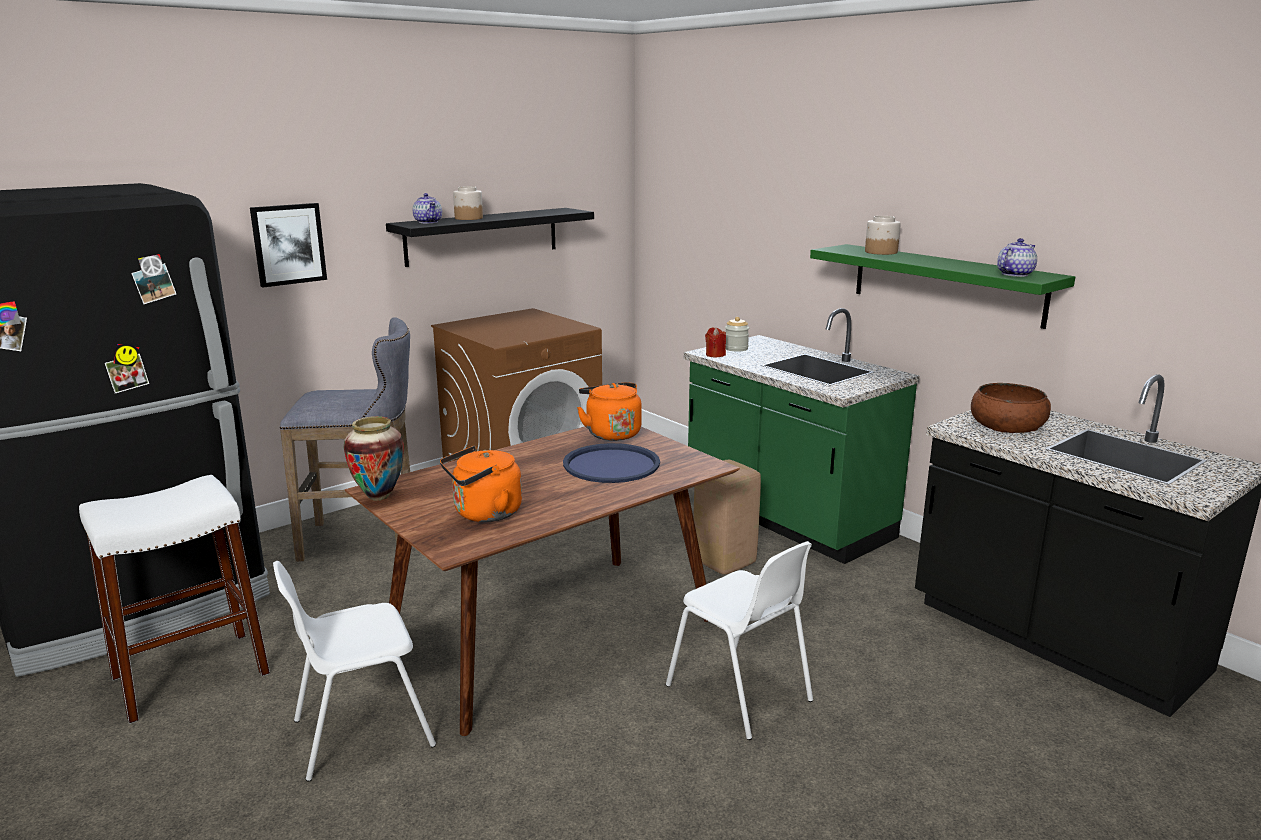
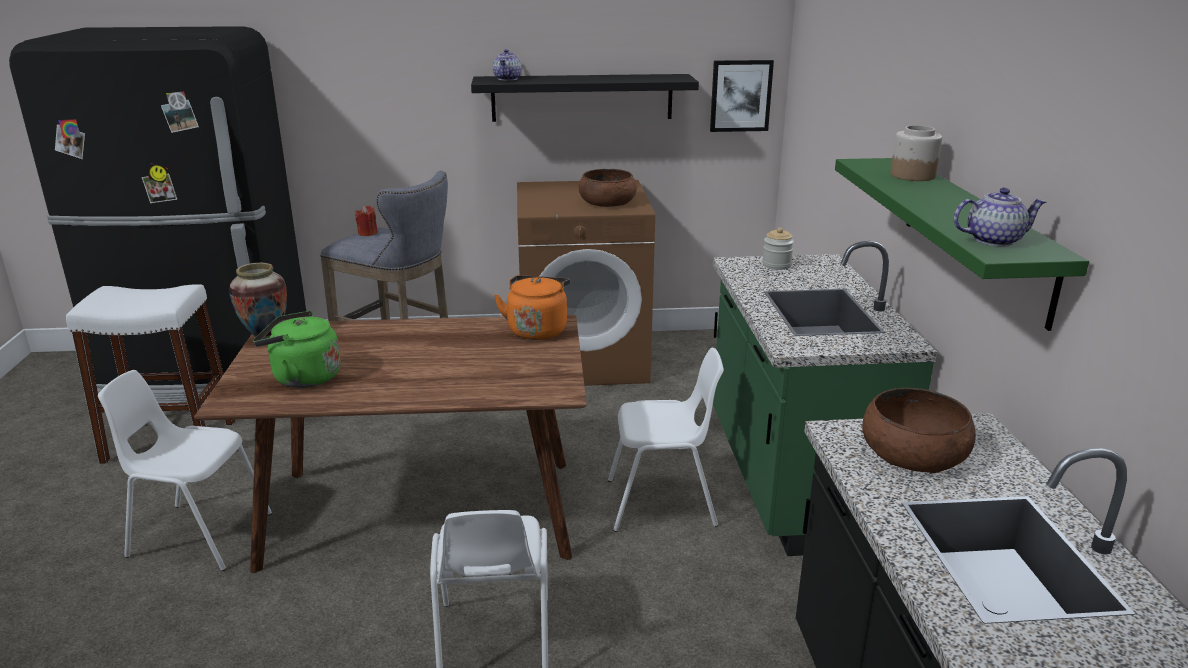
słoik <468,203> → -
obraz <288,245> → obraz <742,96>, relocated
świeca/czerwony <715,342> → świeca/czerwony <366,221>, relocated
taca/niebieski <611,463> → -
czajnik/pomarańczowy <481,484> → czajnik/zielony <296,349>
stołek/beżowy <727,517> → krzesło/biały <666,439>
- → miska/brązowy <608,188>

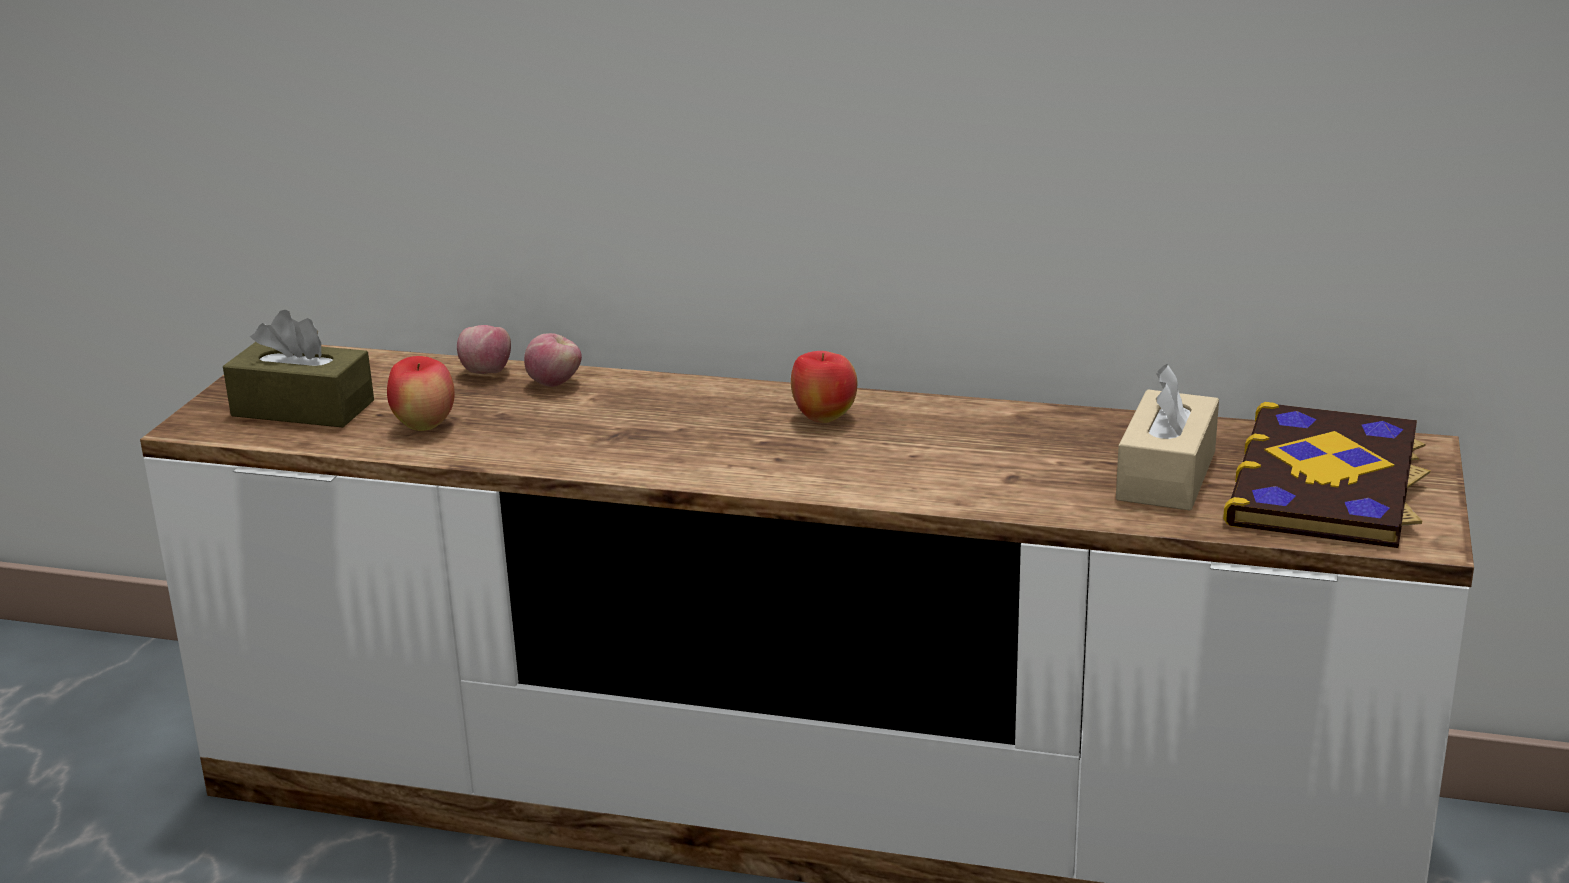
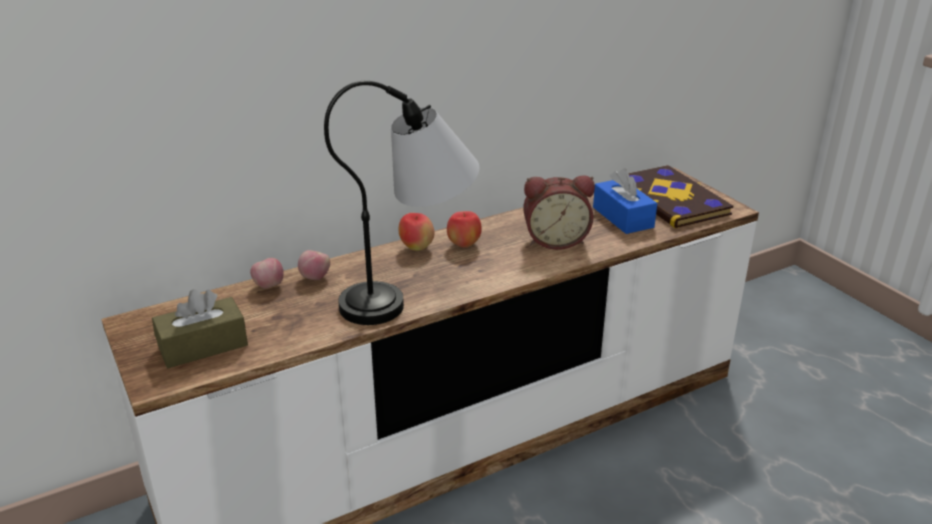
jabłko <420,393> → jabłko <417,232>, relocated
pudełko chusteczek/beżowy <1167,437> → pudełko chusteczek/niebieski <625,201>
- → lampa stołowa <401,203>
- → budzik <559,212>

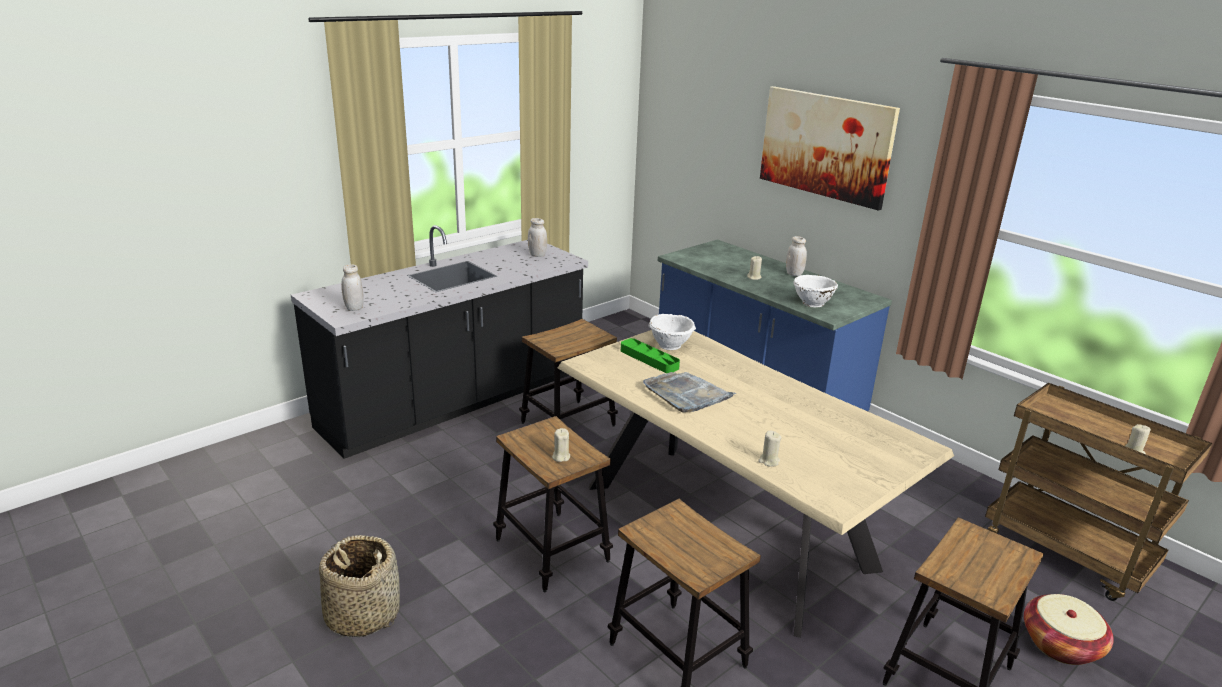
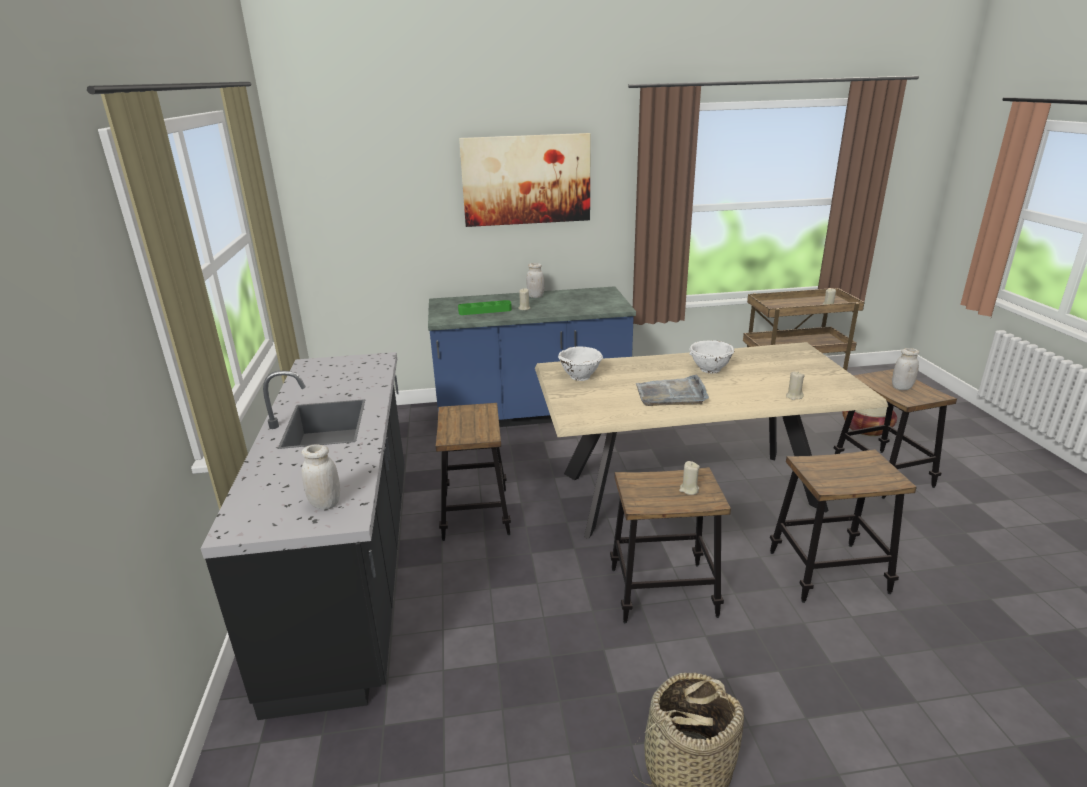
słoik/biały <537,237> → słoik/biały <905,369>, relocated
miska/biały <816,291> → miska/biały <711,356>, relocated
taca/zielony <650,355> → taca/zielony <485,307>, relocated

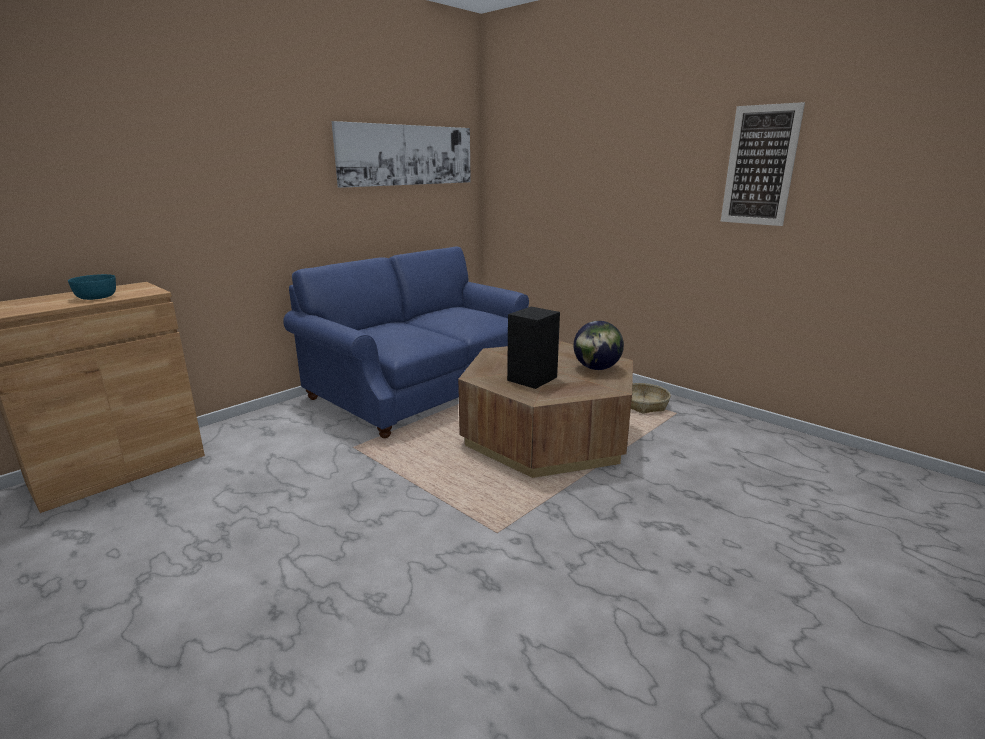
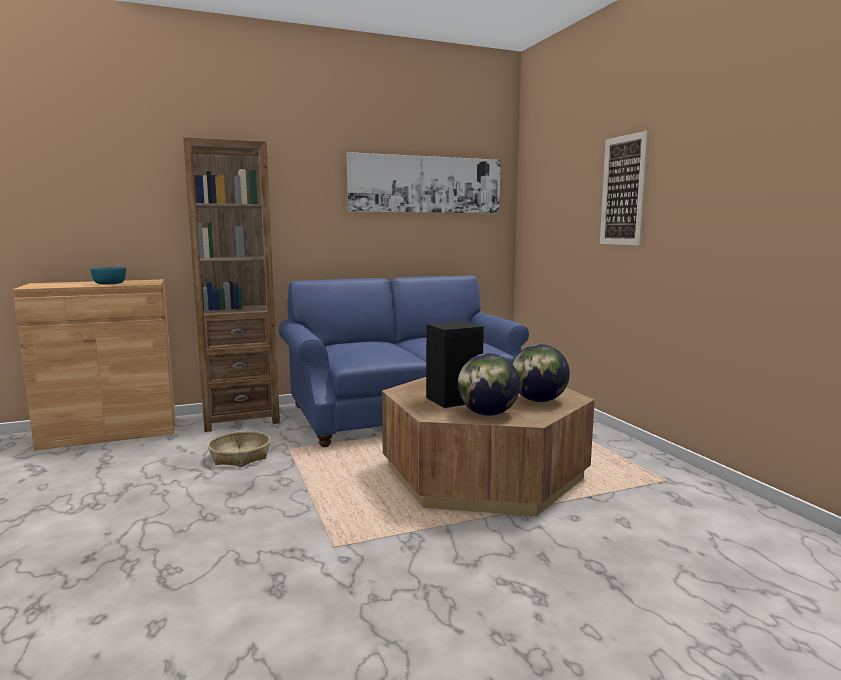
obraz <763,164> → obraz <624,188>, relocated
koszyk <651,398> → koszyk <239,449>, relocated
- → regał/brązowy <231,284>
- → globus <488,384>

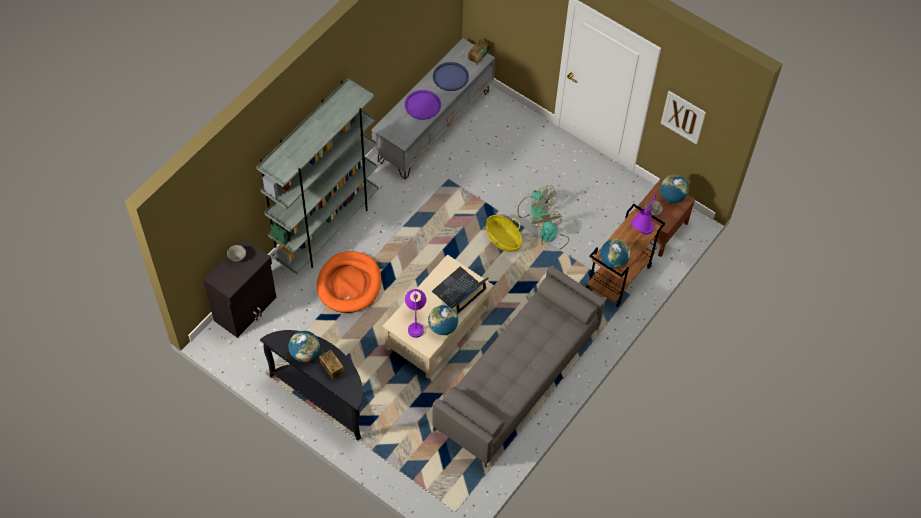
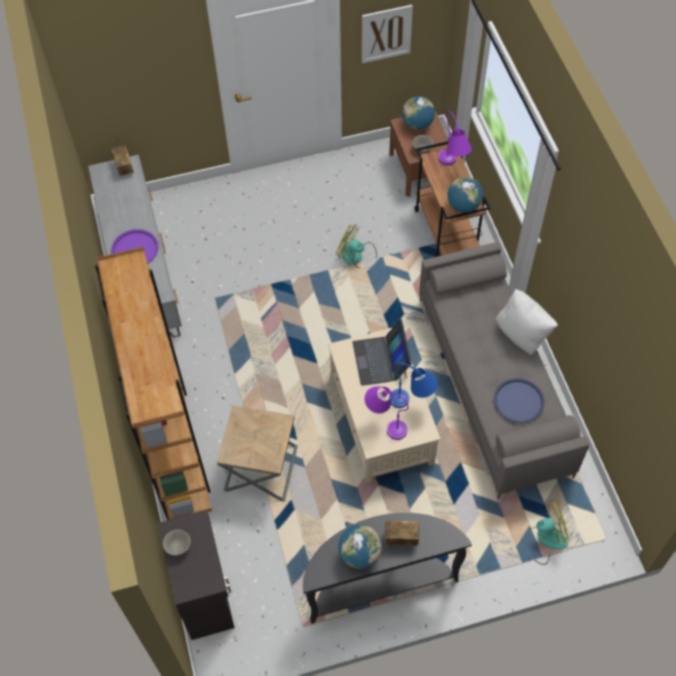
taca/niebieski <451,76> → taca/niebieski <519,400>, relocated
regał/szary <317,176> → regał/brązowy <153,384>
wentylator <537,202> → wentylator <545,533>, relocated
koszyk <504,233> → -
legowisko/pomarańczowy <349,282> → stolik/brązowy <257,453>
globus <443,320> → lampa stołowa/niebieski <413,385>
- → poduszka/biały <527,322>

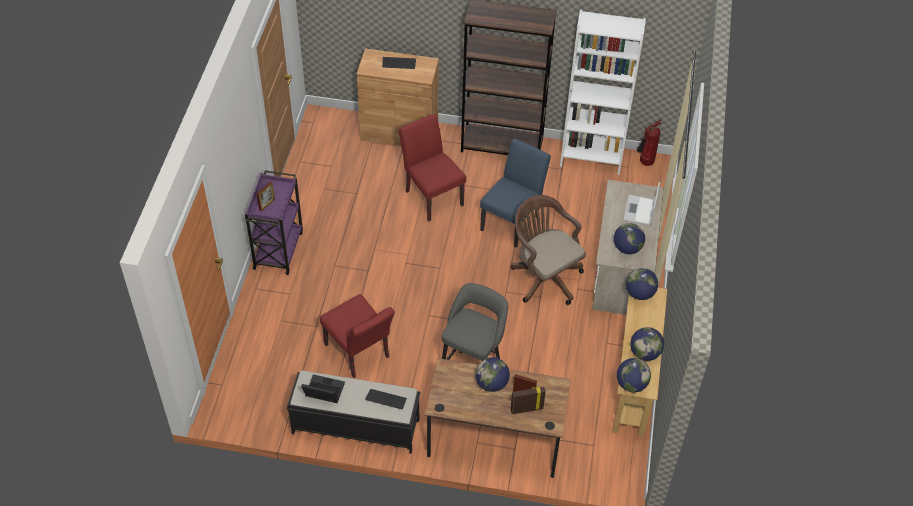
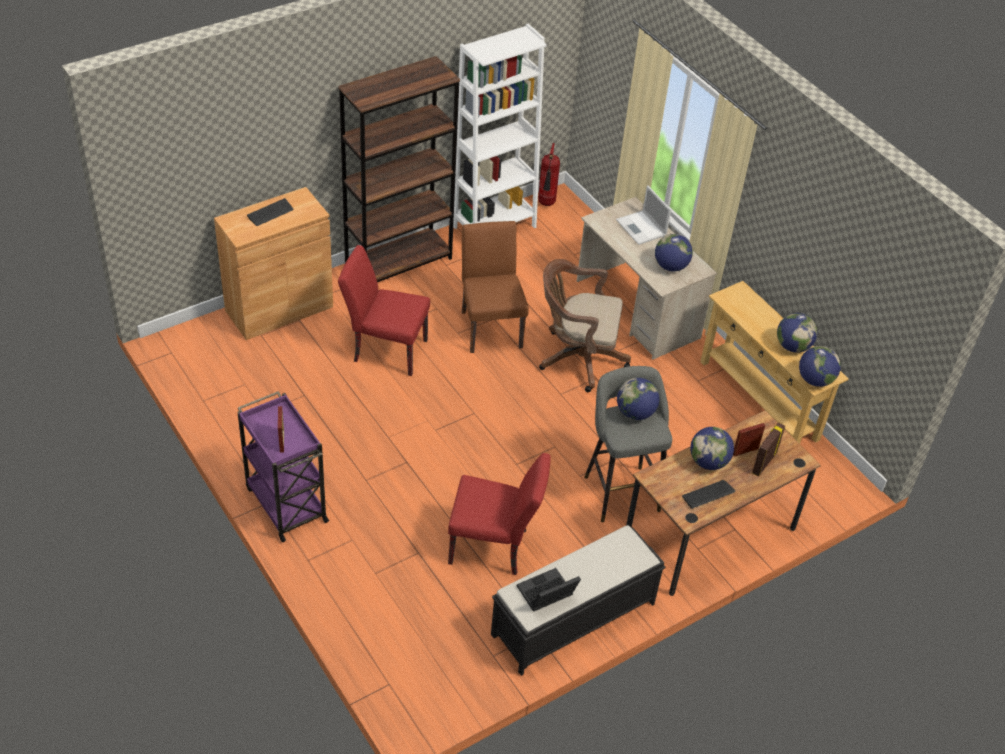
krzesło/niebieski <515,193> → krzesło/brązowy <495,287>
globus <642,284> → globus <638,399>, relocated
klawiatura <386,399> → klawiatura <708,494>, relocated

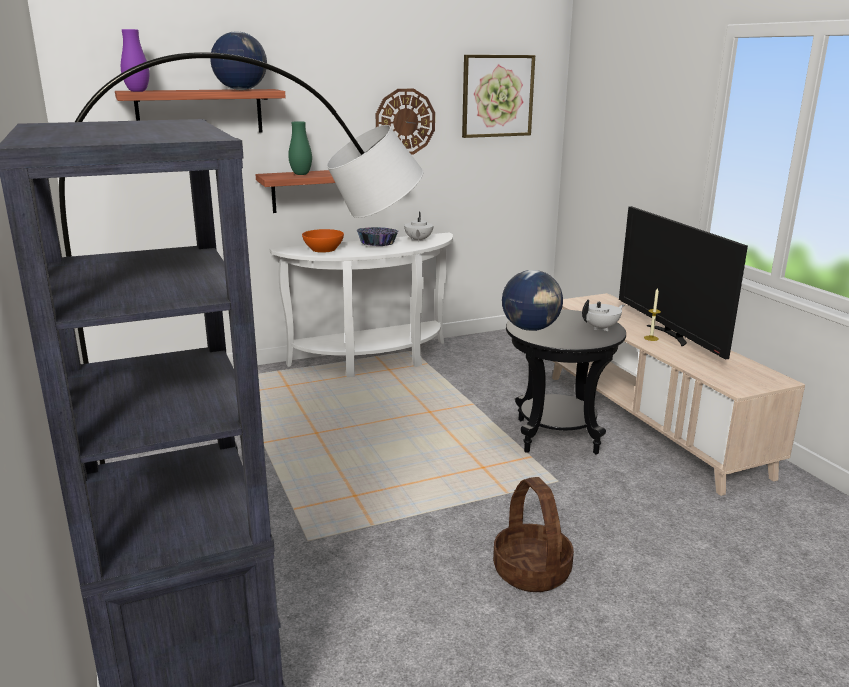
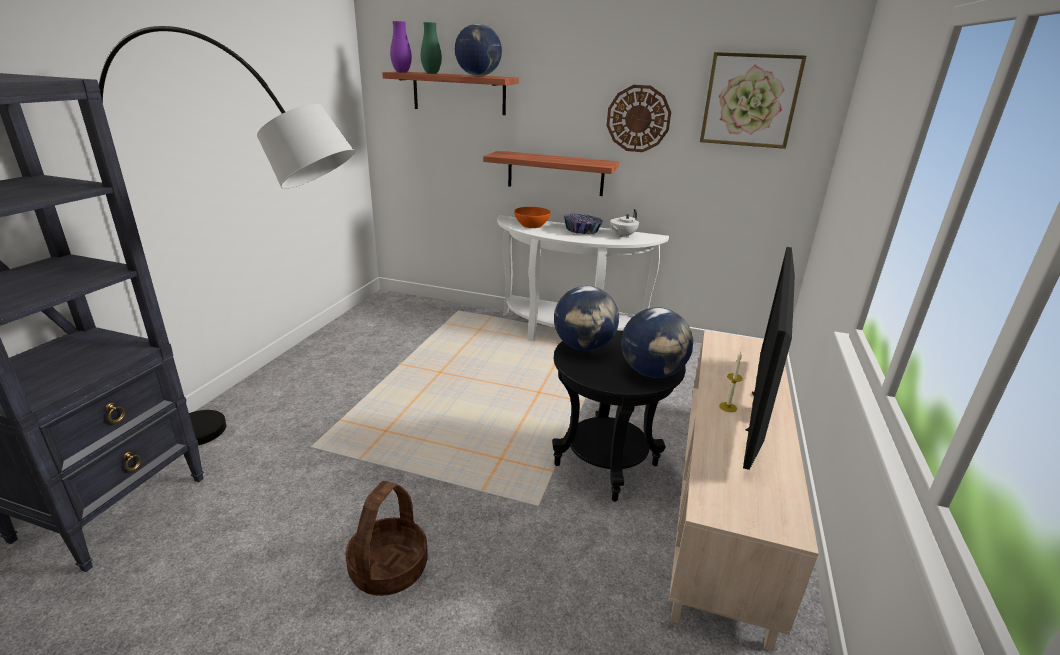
wazon/zielony <300,148> → wazon/zielony <431,48>, relocated
imbryk/biały <603,315> → globus <657,342>

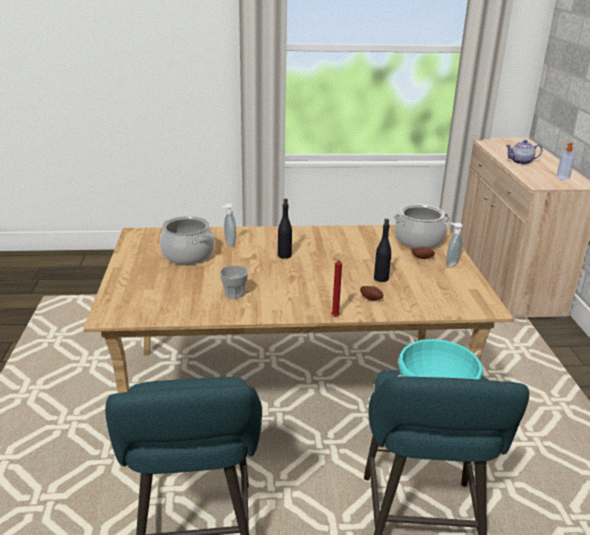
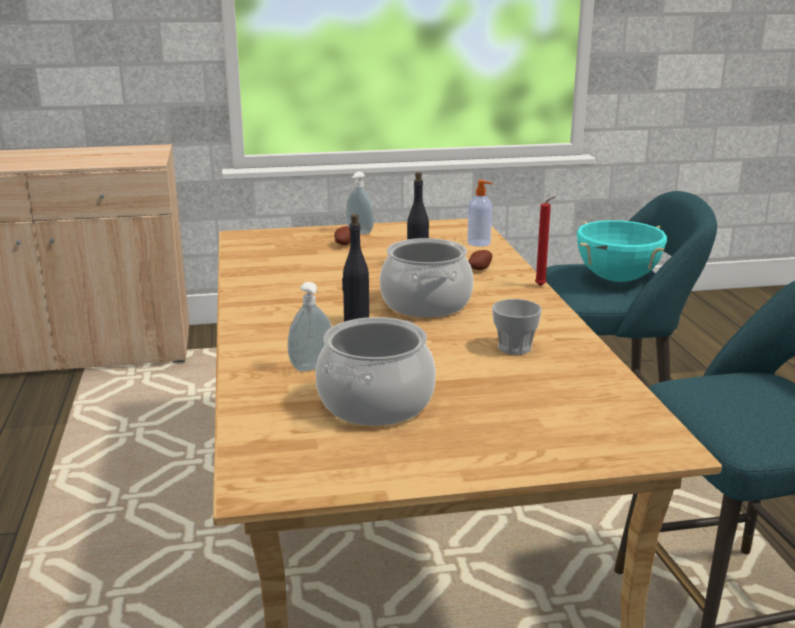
imbryk <524,152> → -
dozownik mydła <565,161> → dozownik mydła <480,213>, relocated
garnek <422,226> → garnek <426,277>, relocated

